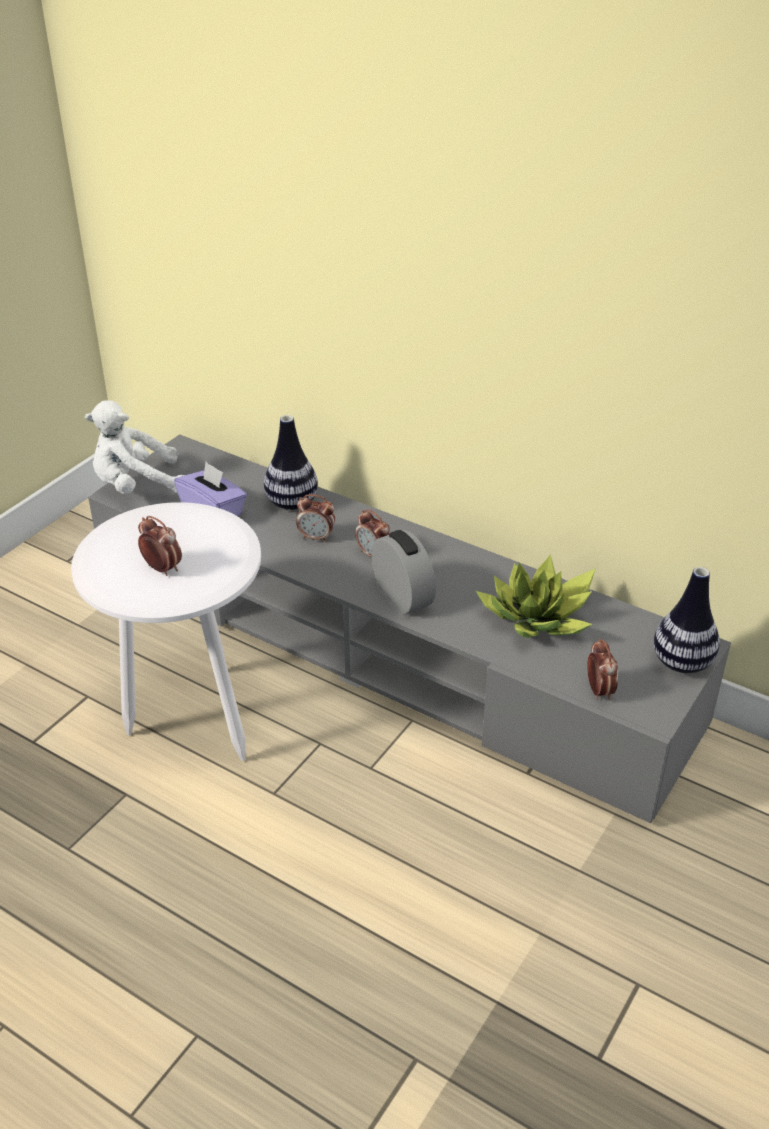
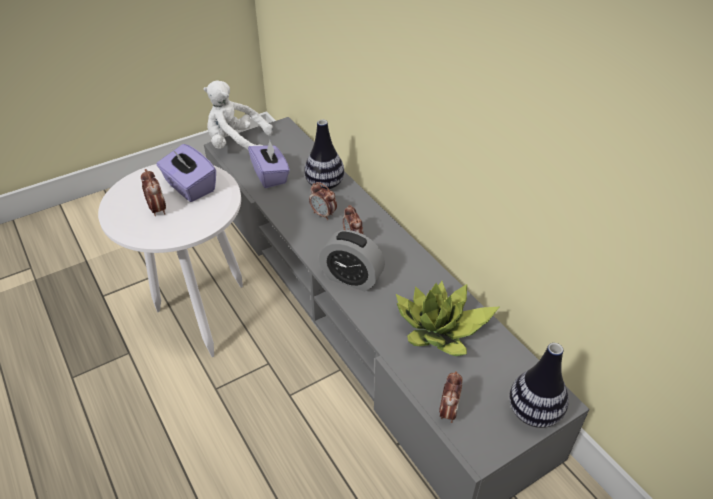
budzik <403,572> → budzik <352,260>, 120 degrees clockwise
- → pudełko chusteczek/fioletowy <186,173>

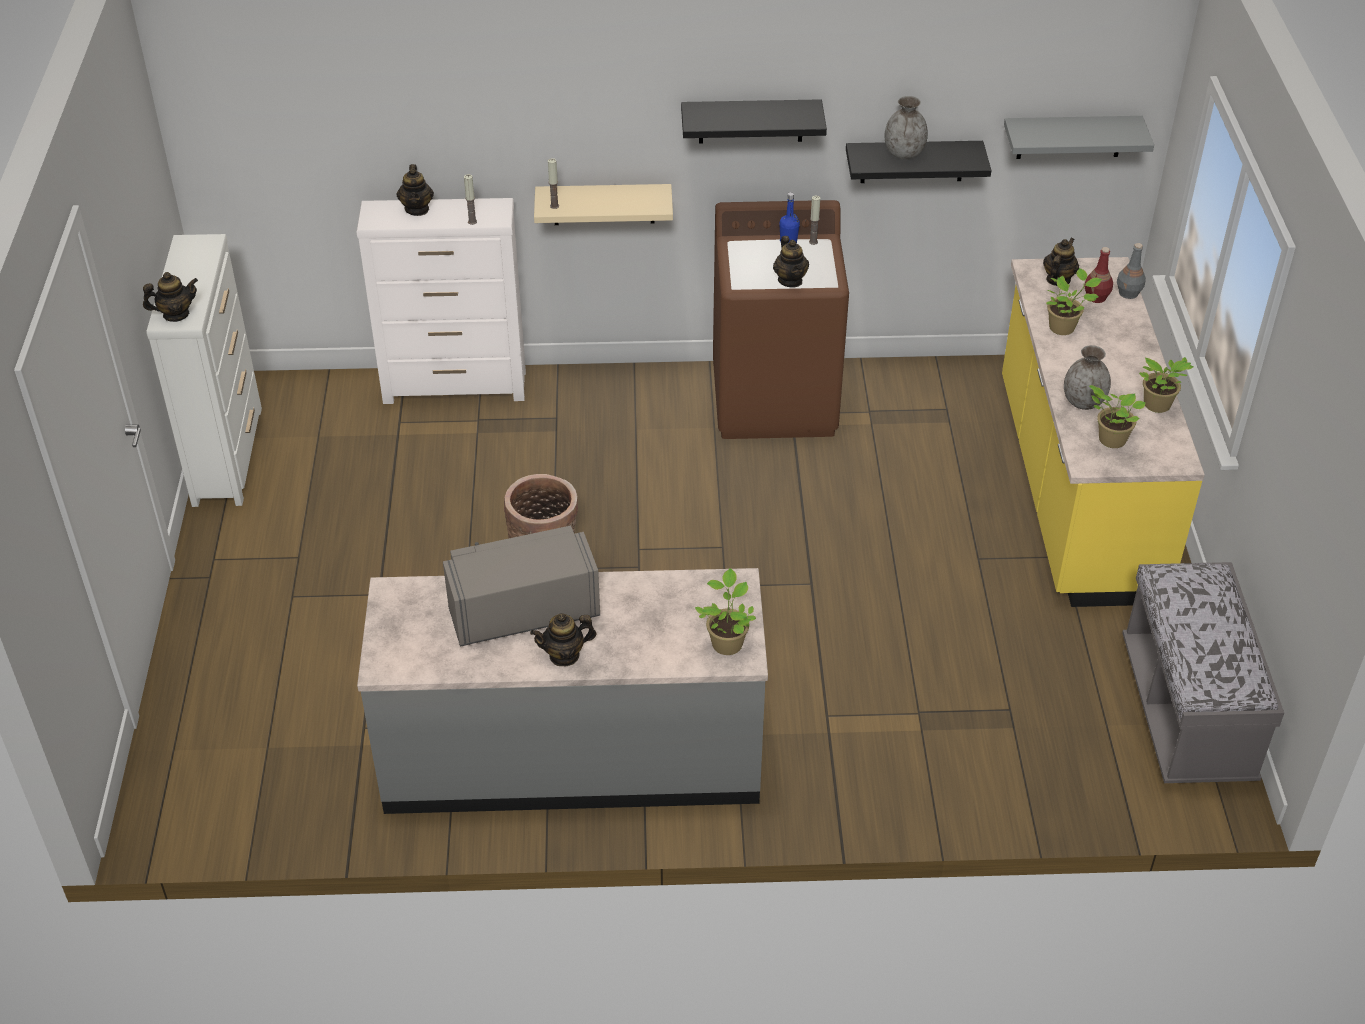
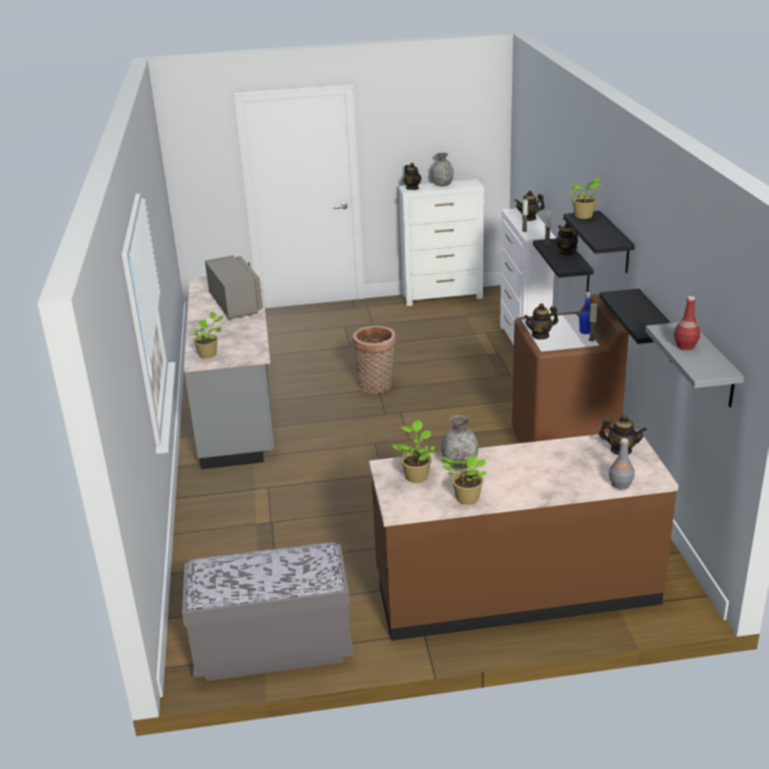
wazon/szary <906,127> → wazon/szary <442,169>, relocated
półka/beżowy <603,204> → półka/czarny <563,265>
butelka/czerwony <1098,275> → butelka/czerwony <687,323>, relocated
zabudowa kuchenna/żółty <1103,432> → zabudowa kuchenna/brązowy <524,535>
roślina doniczkowa <1074,301> → roślina doniczkowa <586,198>, relocated
imbryk <563,640> → imbryk <567,239>, relocated

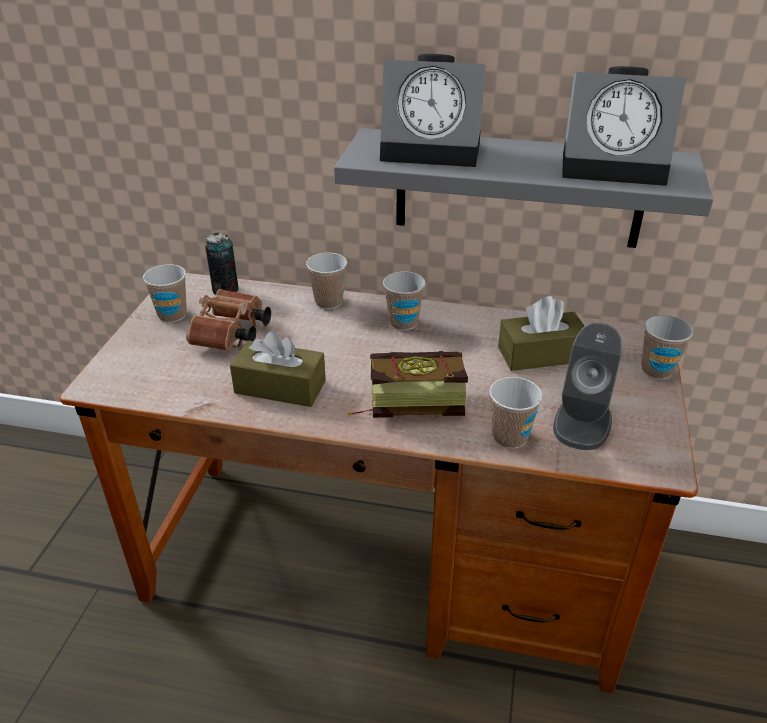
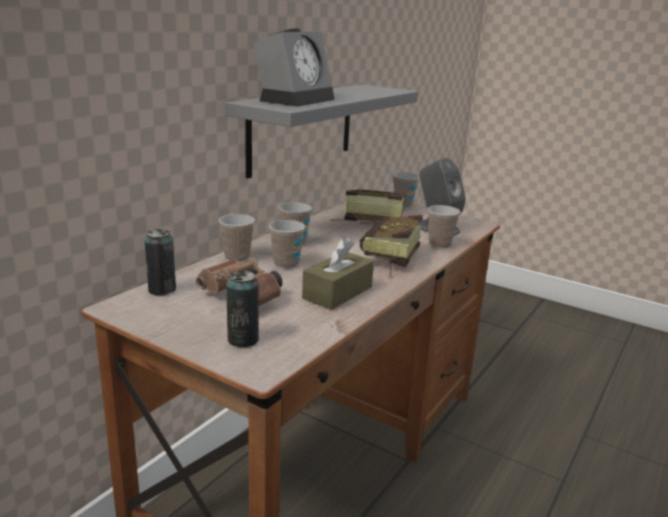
budzik <624,126> → -
filiżanka <165,293> → filiżanka <287,244>, relocated
pudełko chusteczek/brązowy <541,333> → książka <368,206>
- → puszka <242,309>

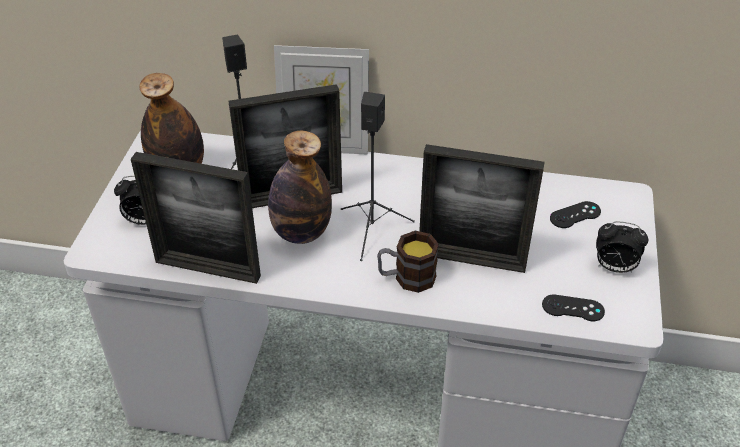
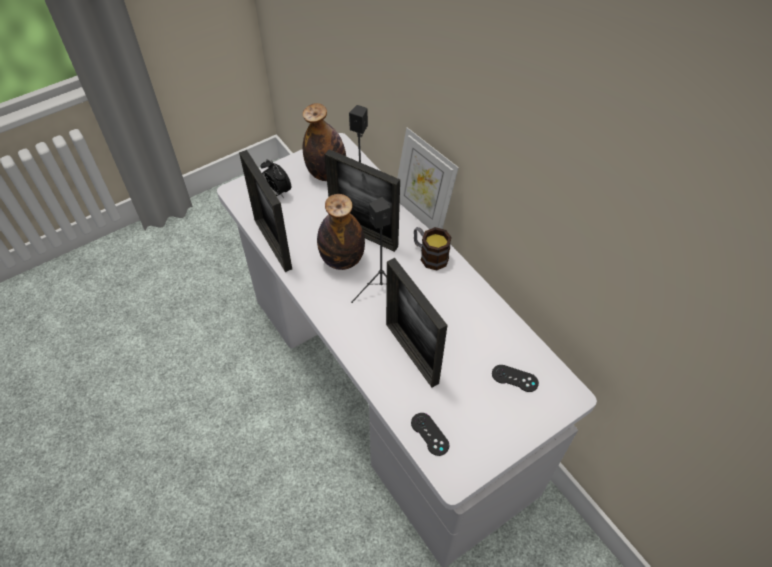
budzik <622,247> → -
kubek <408,262> → kubek <433,249>, relocated

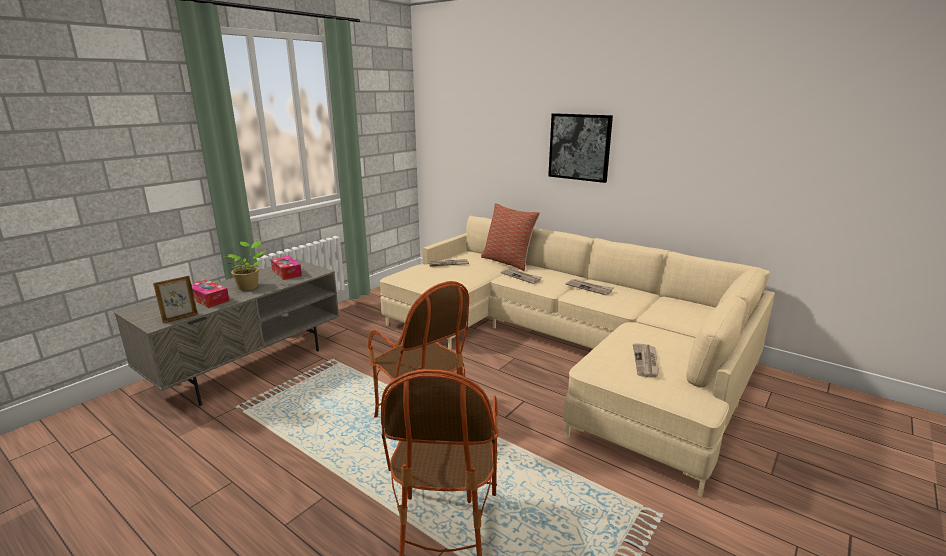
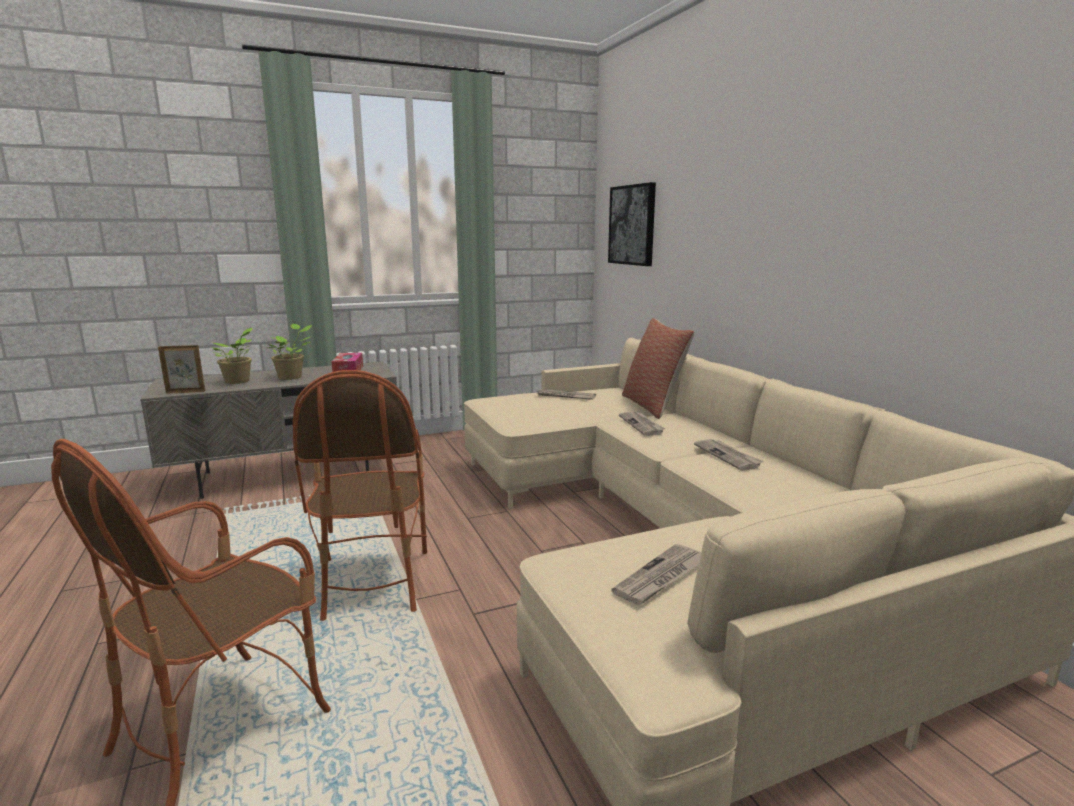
obraz <580,148> → obraz <632,224>, relocated
pudełko chusteczek <210,294> → roślina doniczkowa <231,356>

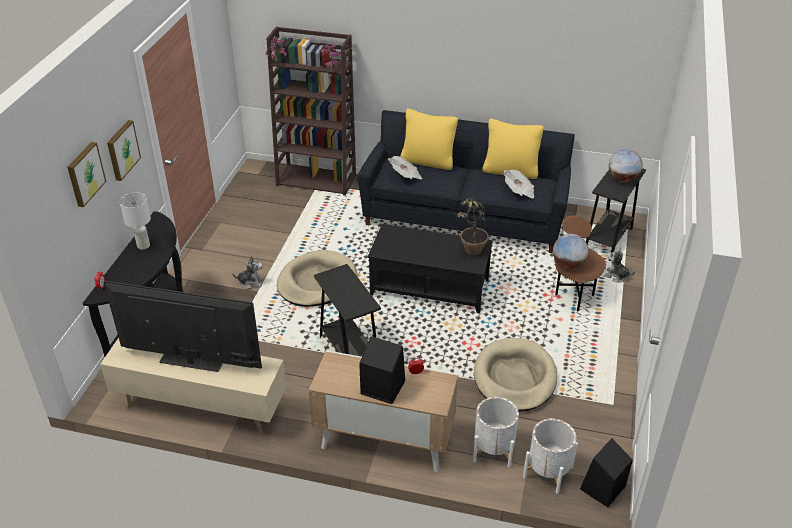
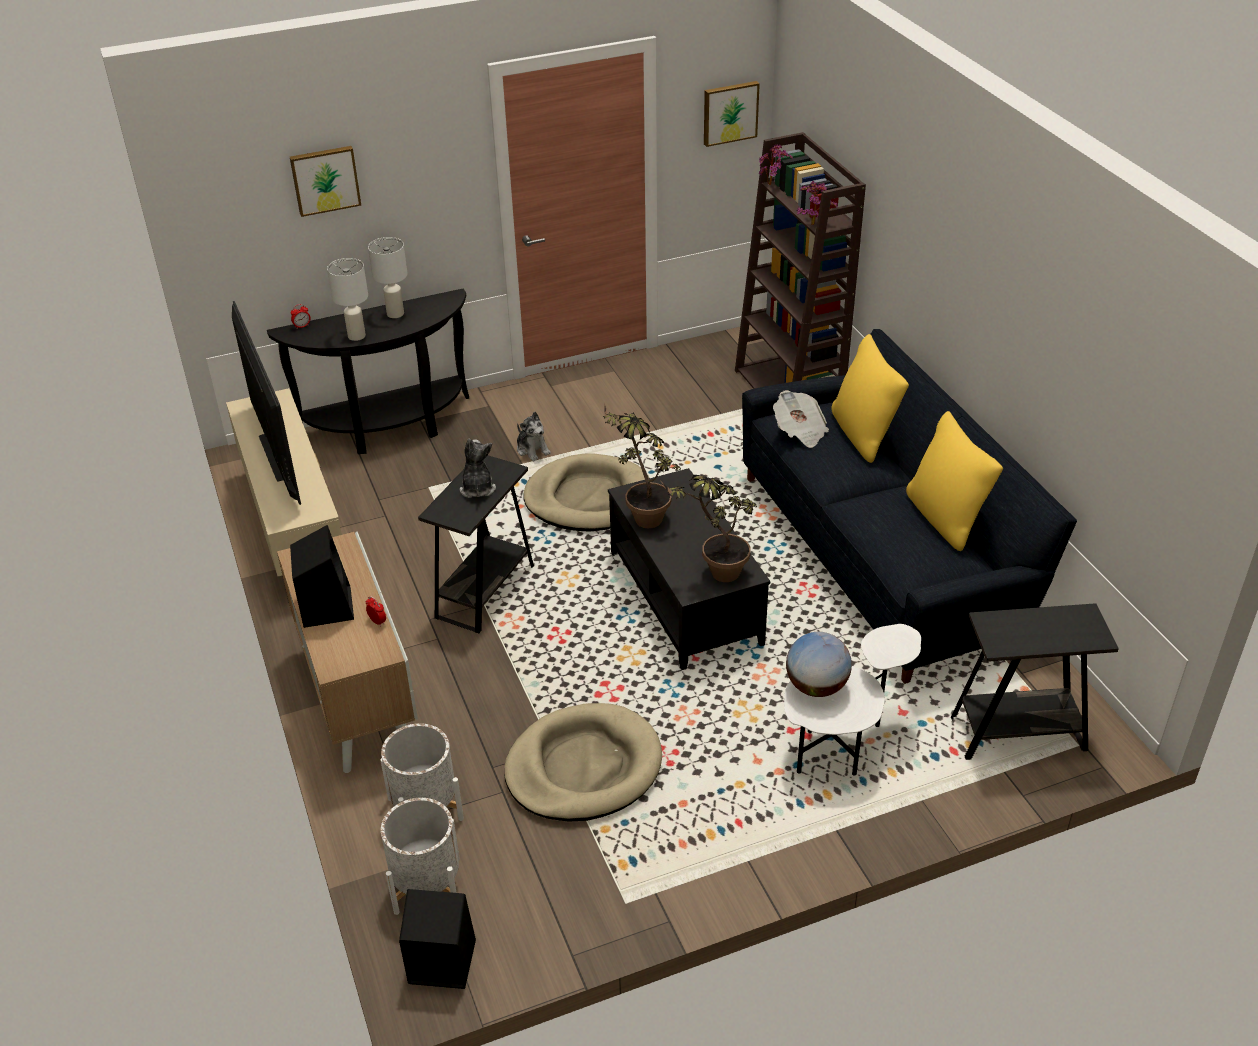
obraz <124,150> → obraz <732,114>, relocated
globus <626,166> → -
gazeta <519,184> → -
stolik/brązowy <580,263> → stolik/biały <852,700>
pluszak <619,265> → pluszak <477,468>, relocated
- → lampa stołowa/biały <347,299>
- → roślina doniczkowa <642,465>

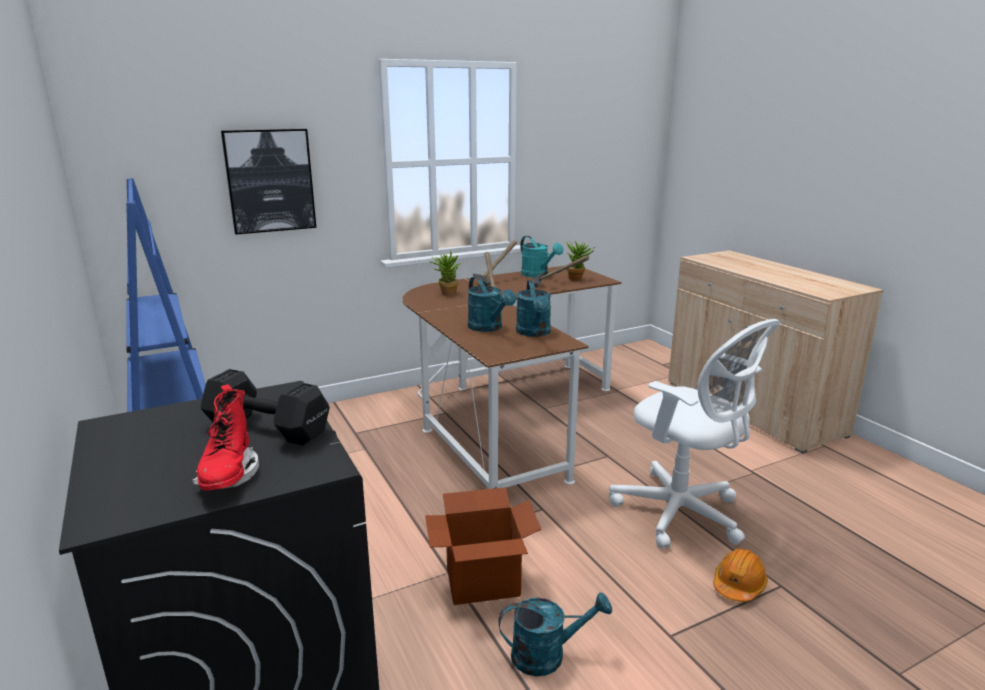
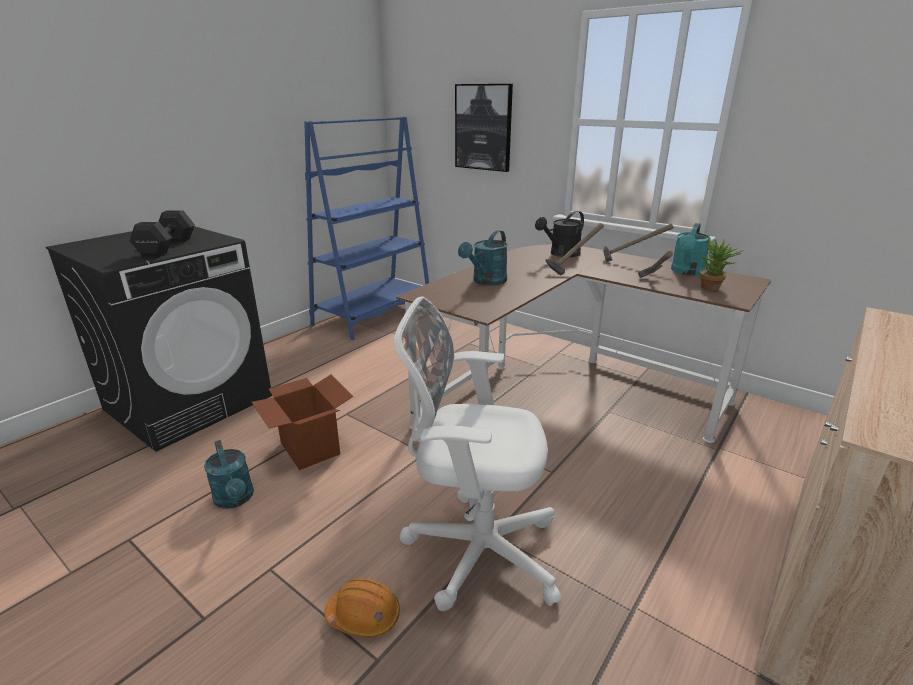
roślina doniczkowa <444,272> → konewka/czarny <559,234>
konewka/turkusowy <533,308> → -
krzesło biurowe/biały <694,434> → krzesło biurowe/biały <477,453>, 75 degrees clockwise
but z cholewką/czerwony <225,437> → -

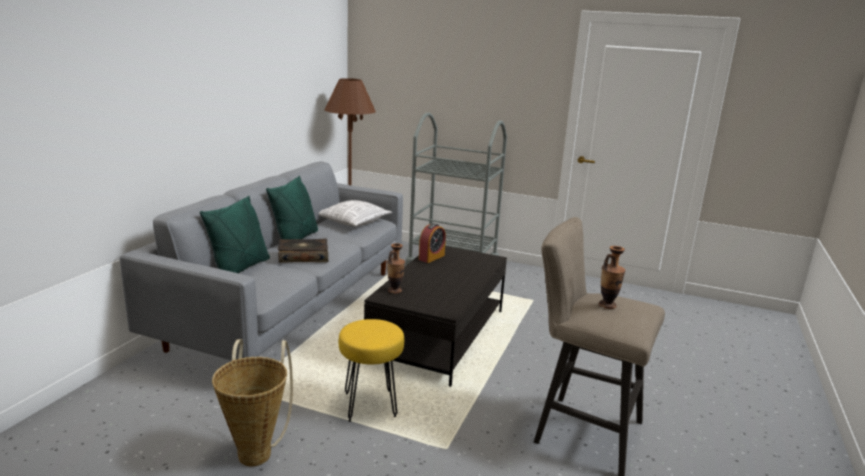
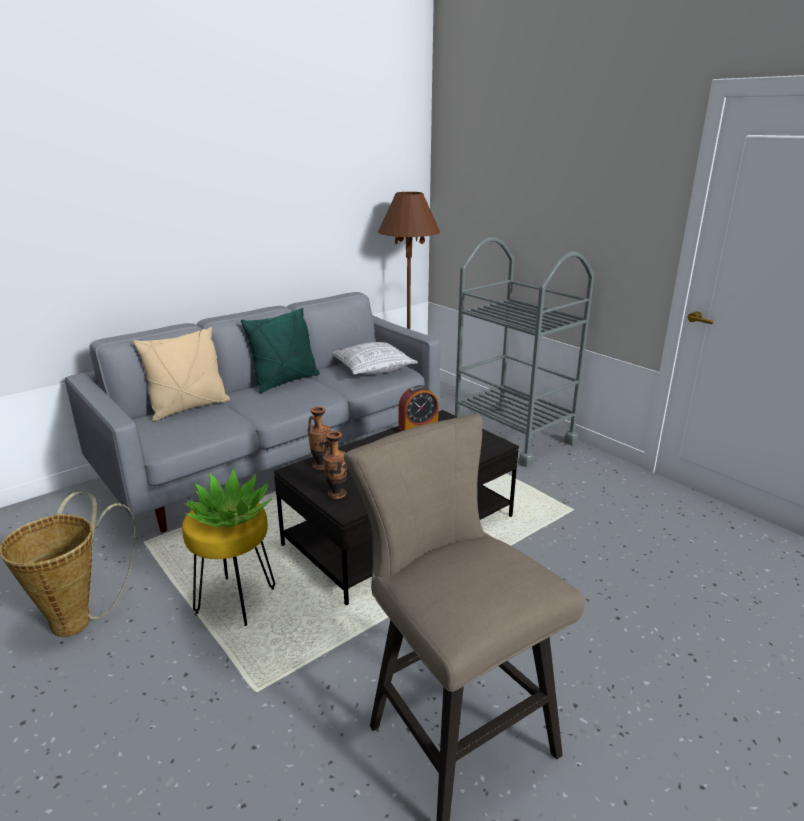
poduszka/zielony <235,234> → poduszka/beżowy <181,374>
książka <303,250> → -
wazon <612,277> → wazon <335,465>, relocated
- → roślina doniczkowa <228,497>

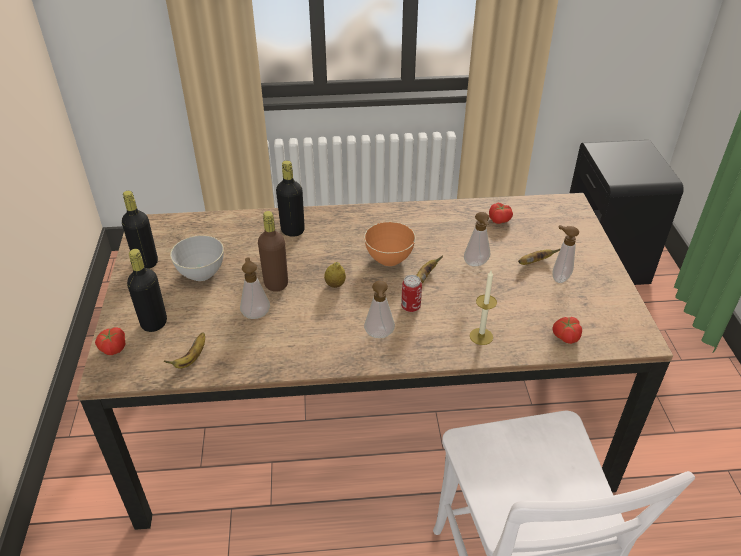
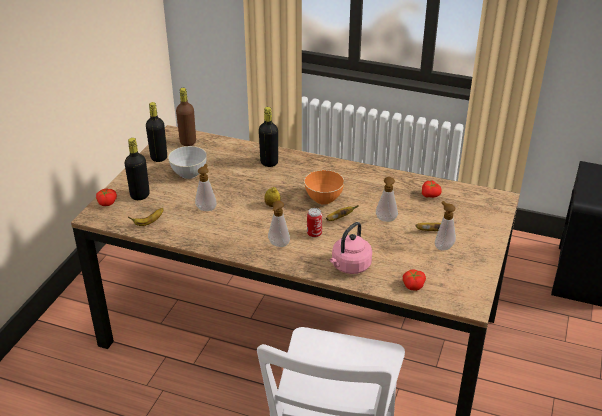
butelka/brązowy <273,251> → butelka/brązowy <186,117>, relocated
świeca <483,308> → czajnik/różowy <351,248>

